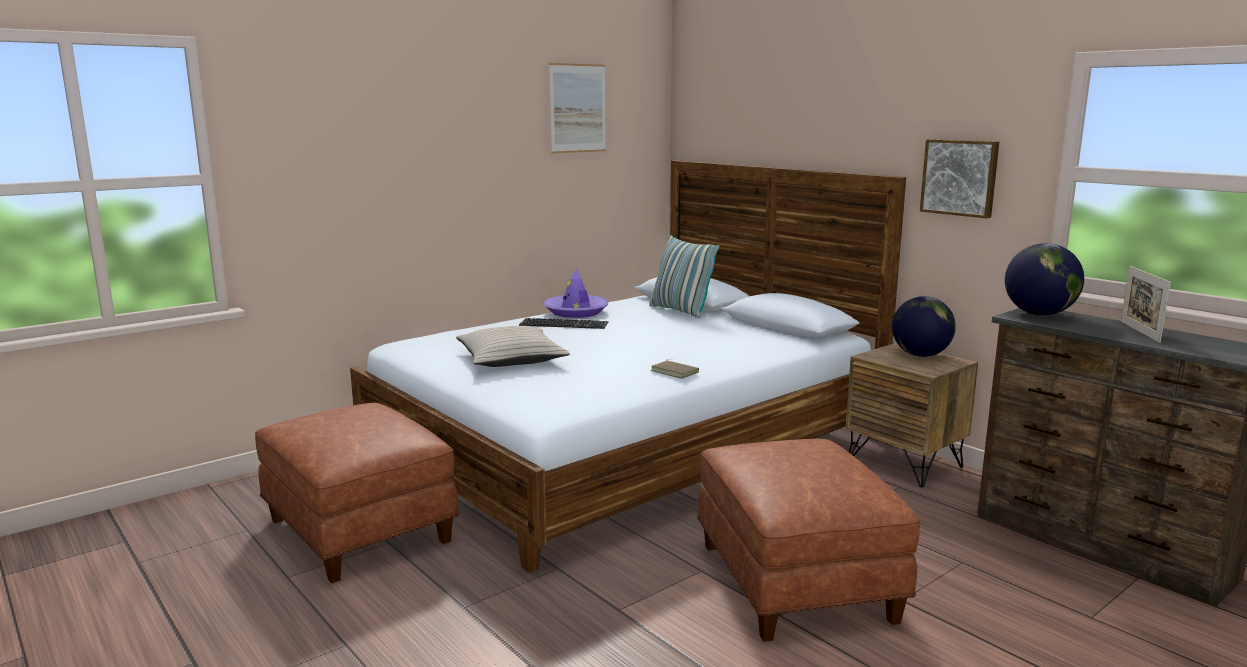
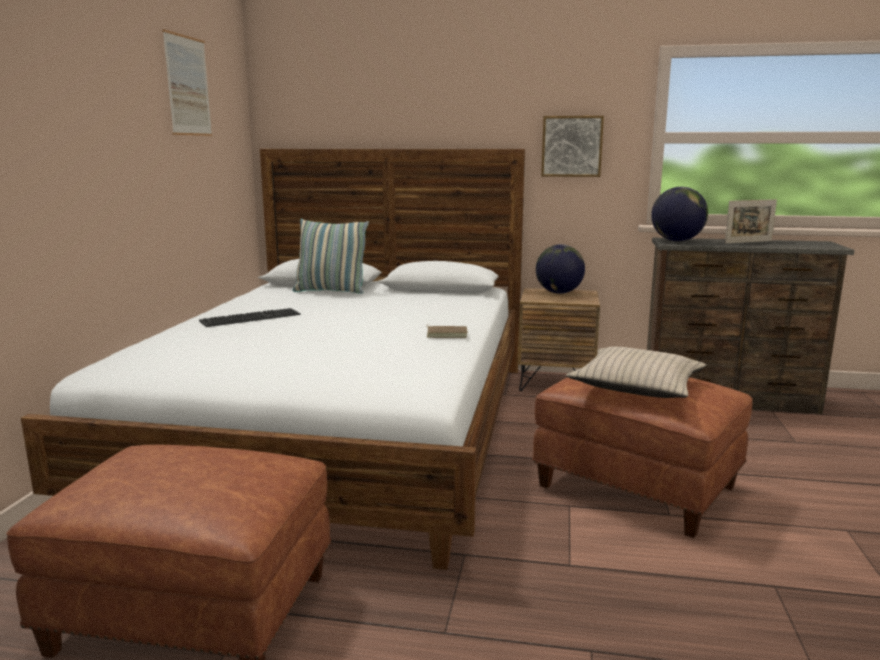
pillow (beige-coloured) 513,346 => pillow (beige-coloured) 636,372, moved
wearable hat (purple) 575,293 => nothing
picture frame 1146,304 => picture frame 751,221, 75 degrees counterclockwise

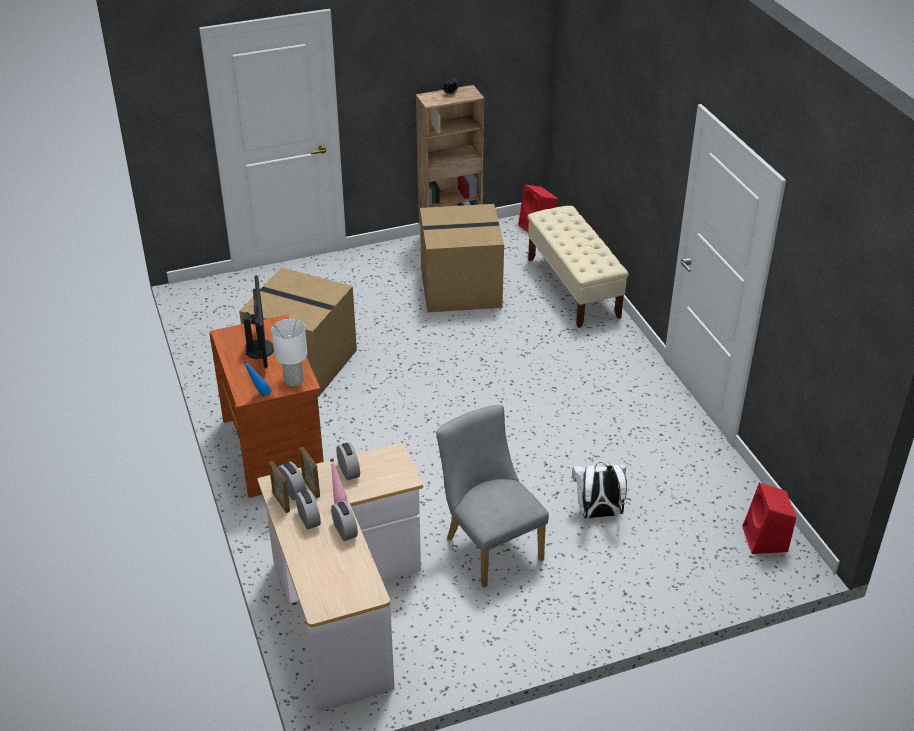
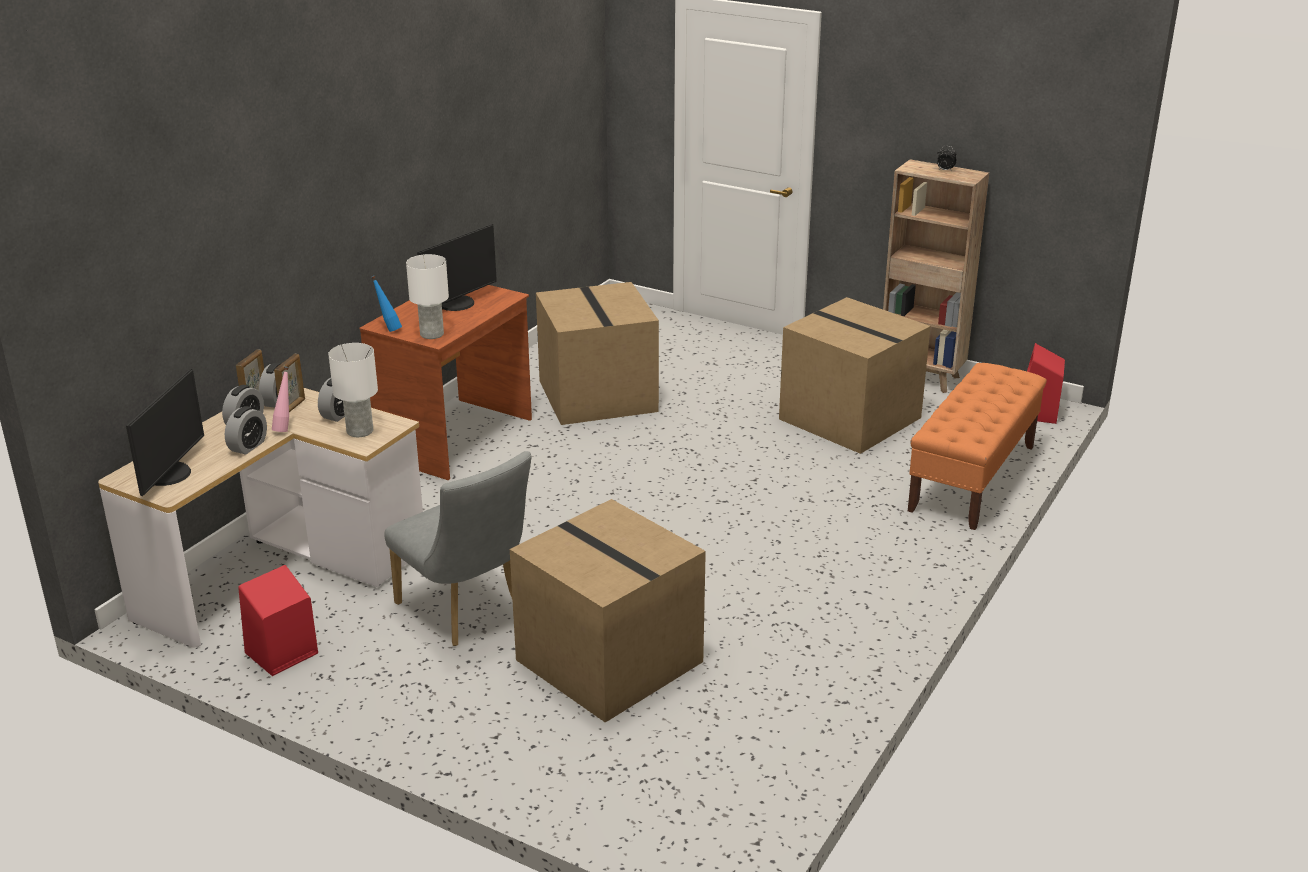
upright chair (gray) 492,496 => upright chair (gray) 457,548, 120 degrees clockwise
indoor bench (beige-coloured) 578,267 => indoor bench (orangey) 977,446
rucksack (white) 599,490 => packing box 608,611
audio speaker (red) 769,518 => audio speaker (red) 278,620, moved
nothing => monitor 165,432
nothing => table lamp (white) 353,390

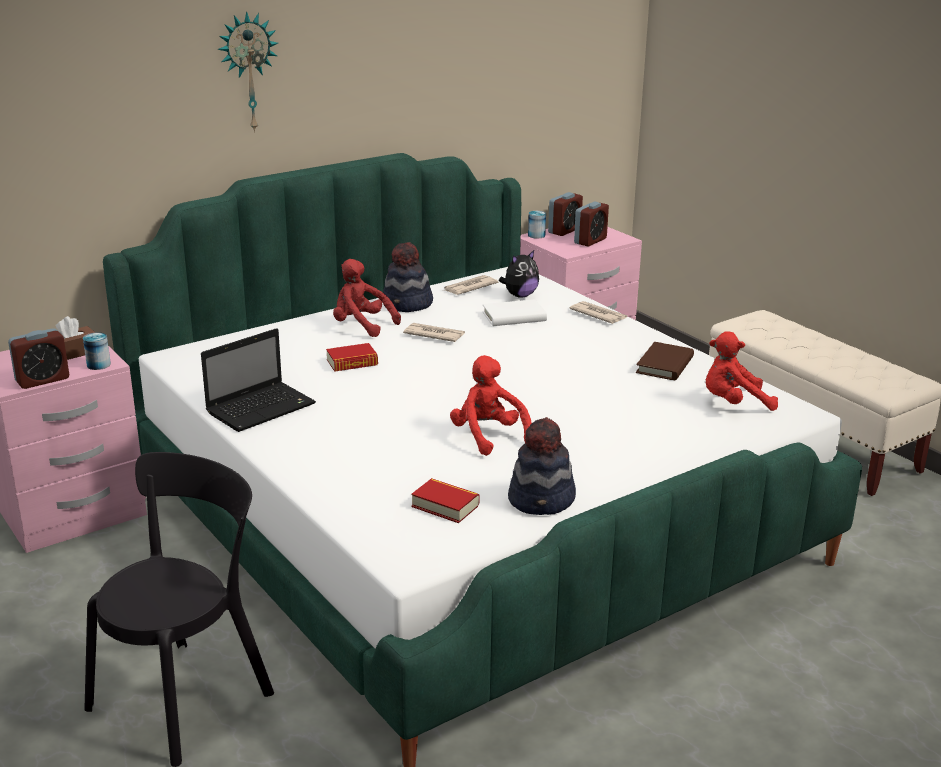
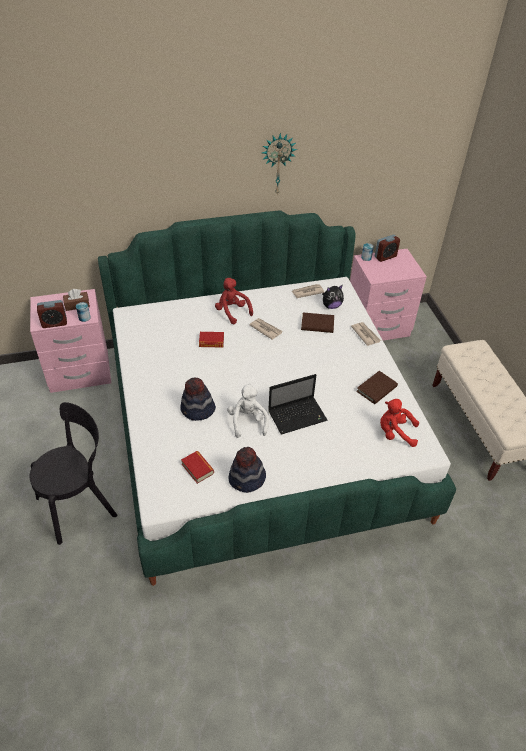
notebook computer 258,380 => notebook computer 297,404, moved
hanging clock 248,72 => hanging clock 279,163, moved
wearable hat 408,277 => wearable hat 198,399, moved
cuddly toy (red) 490,405 => cuddly toy (white) 248,410
volume (white) 515,312 => volume (brownish) 317,323
bedside clock 591,224 => nothing

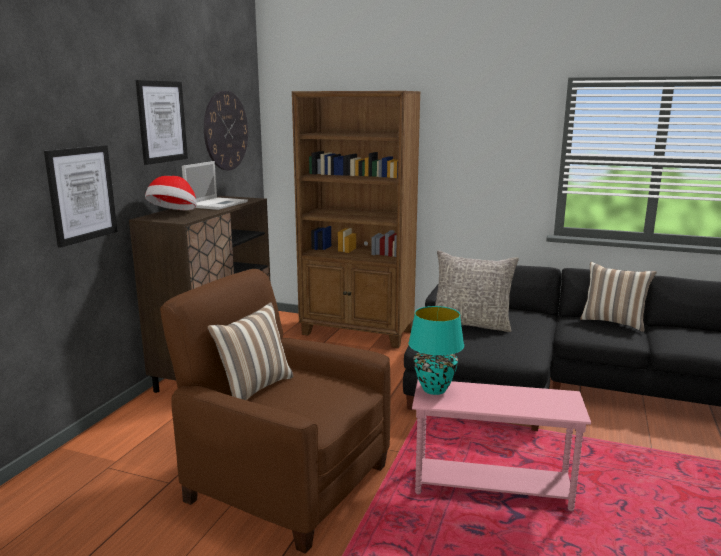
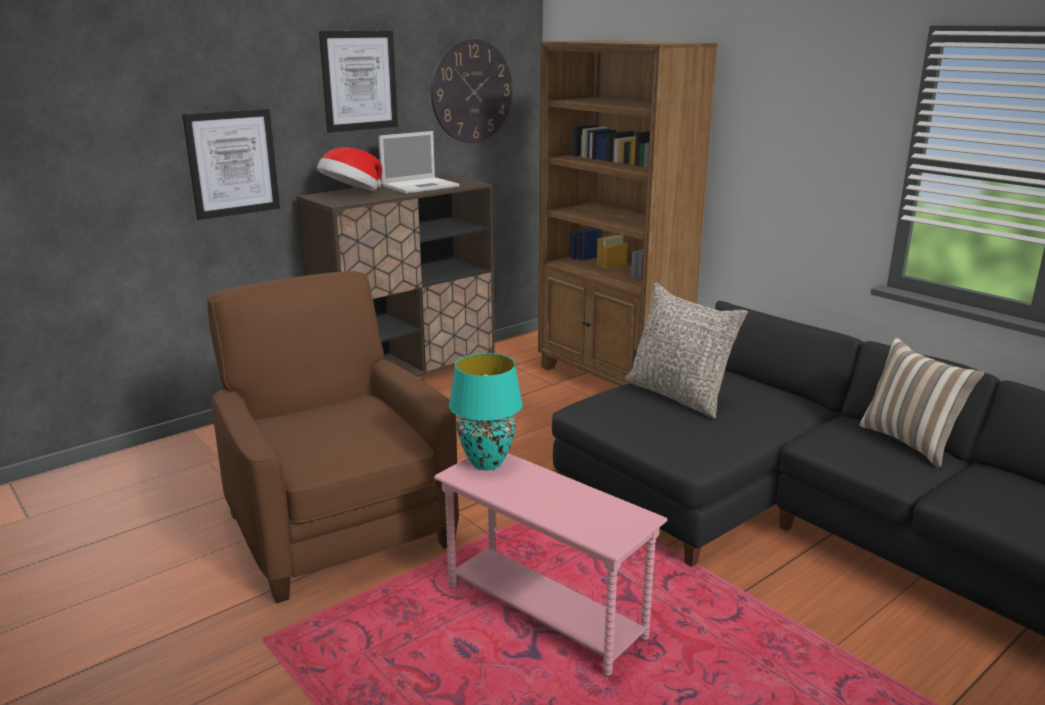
pillow 250,351 => nothing

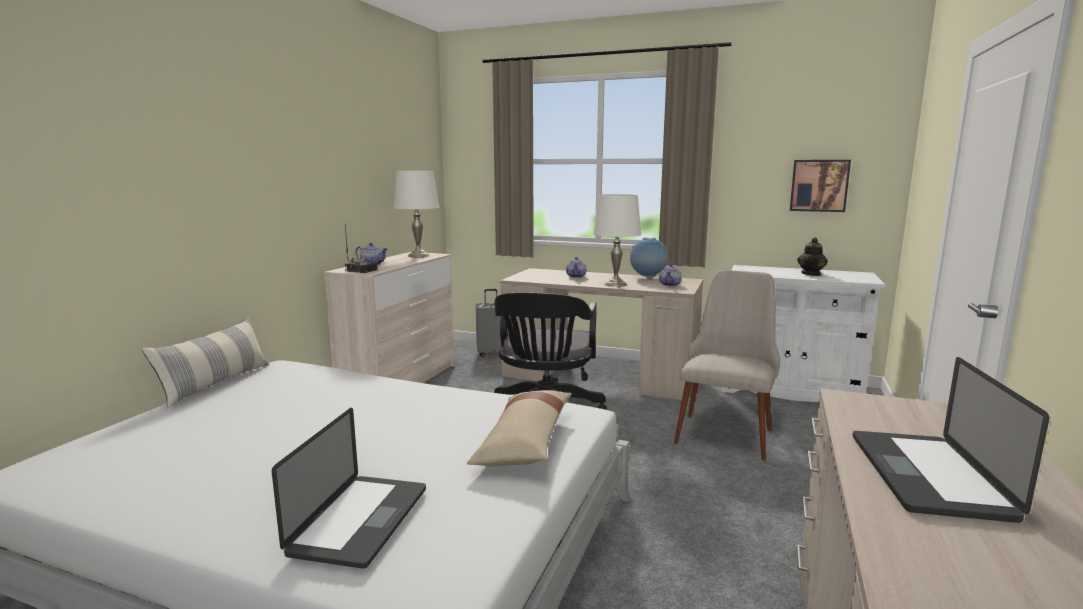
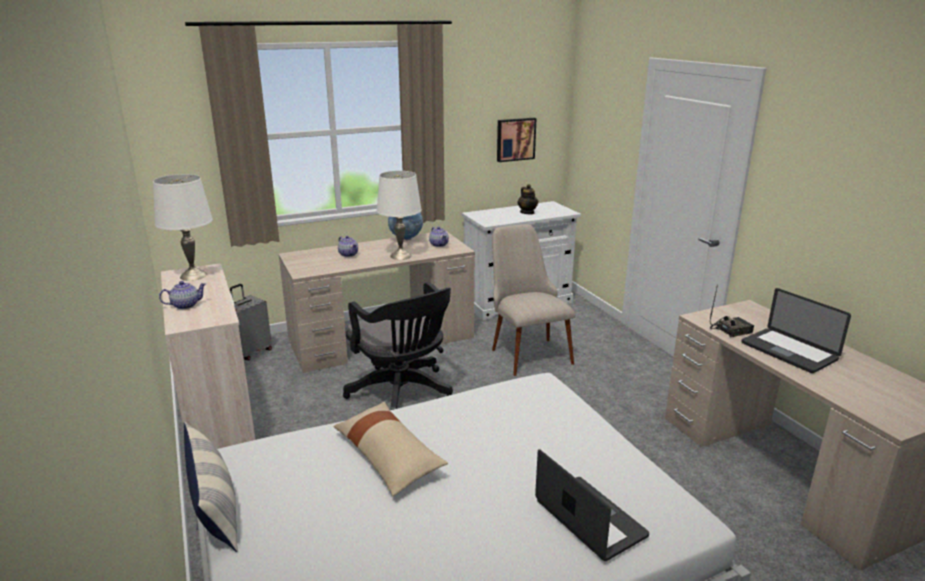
radio set 361,248 => radio set 732,310, moved
pillow (beige-coloured) 519,428 => pillow (beige-coloured) 390,449, moved

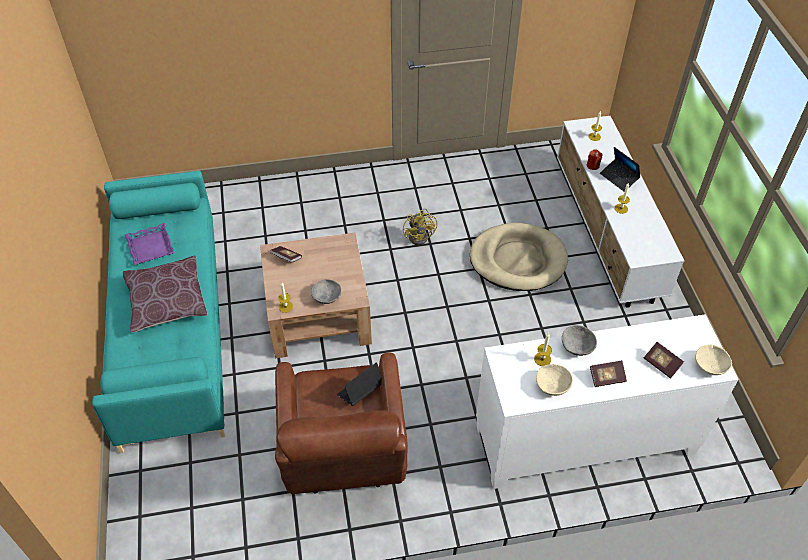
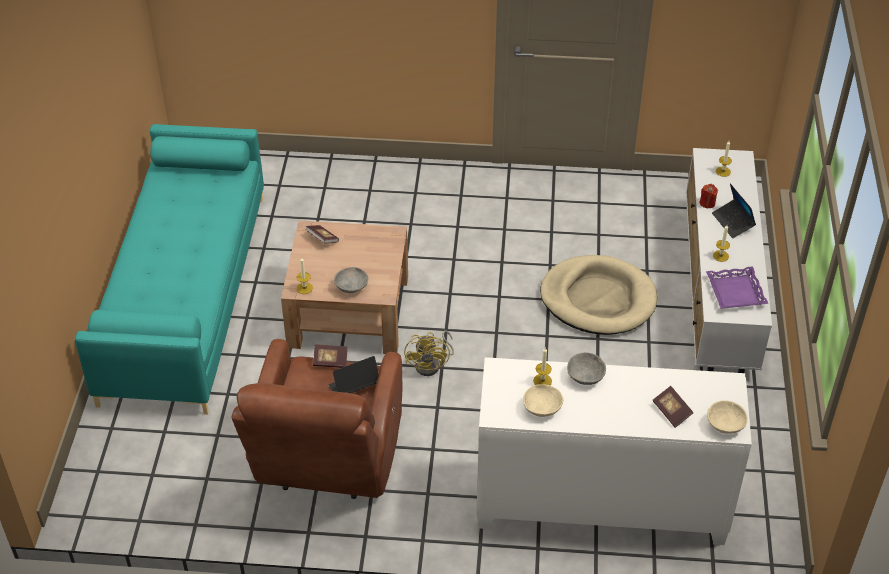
pillow (brownish) 165,294 => nothing
carrying tray (purple) 149,244 => carrying tray (purple) 737,287, moved
fan (yellow) 420,226 => fan (yellow) 429,353, moved
volume 608,373 => volume 330,356, moved

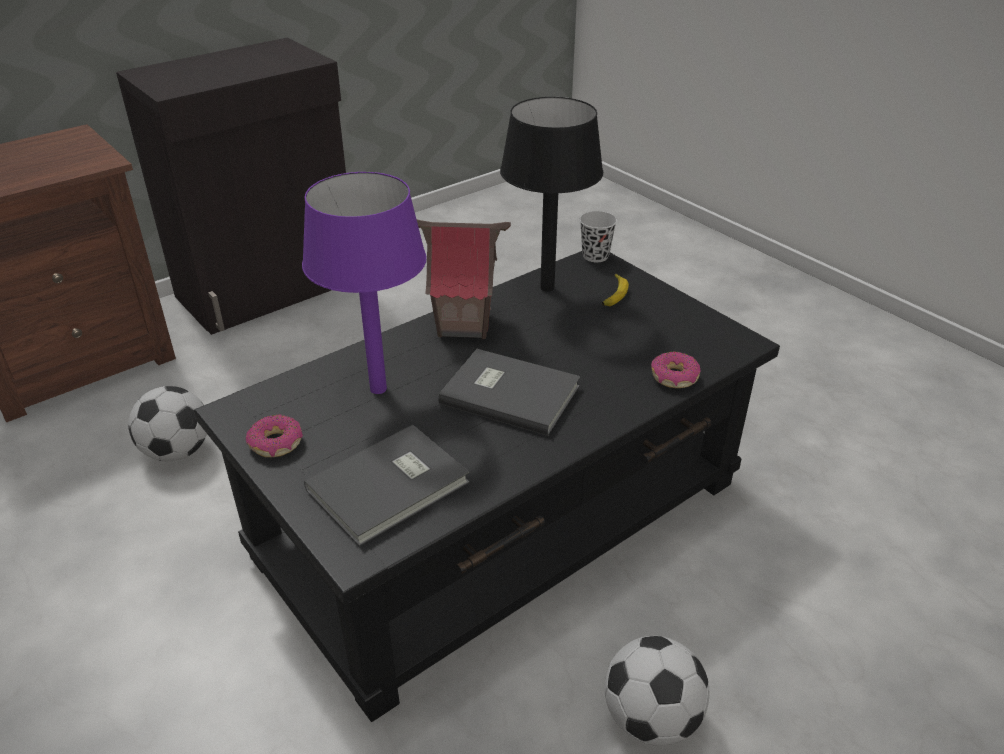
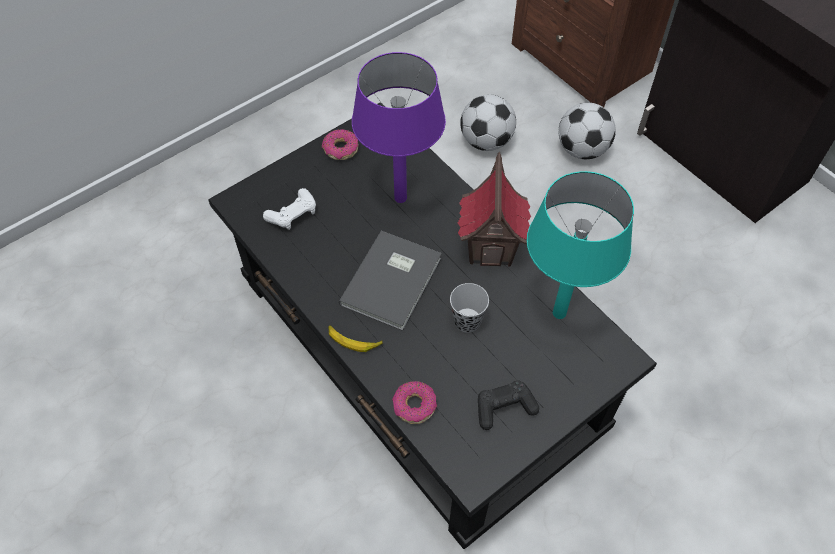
volume (gray) 387,485 => gamepad (white) 289,209
table lamp (black-coloured) 551,194 => table lamp (blue-green) 580,245
small cup (black-coloured) 598,236 => small cup (black-coloured) 469,308, moved
whole banana 615,290 => whole banana 355,338, moved
ball for football 657,690 => ball for football 587,130, moved
nothing => gamepad (black-coloured) 508,405

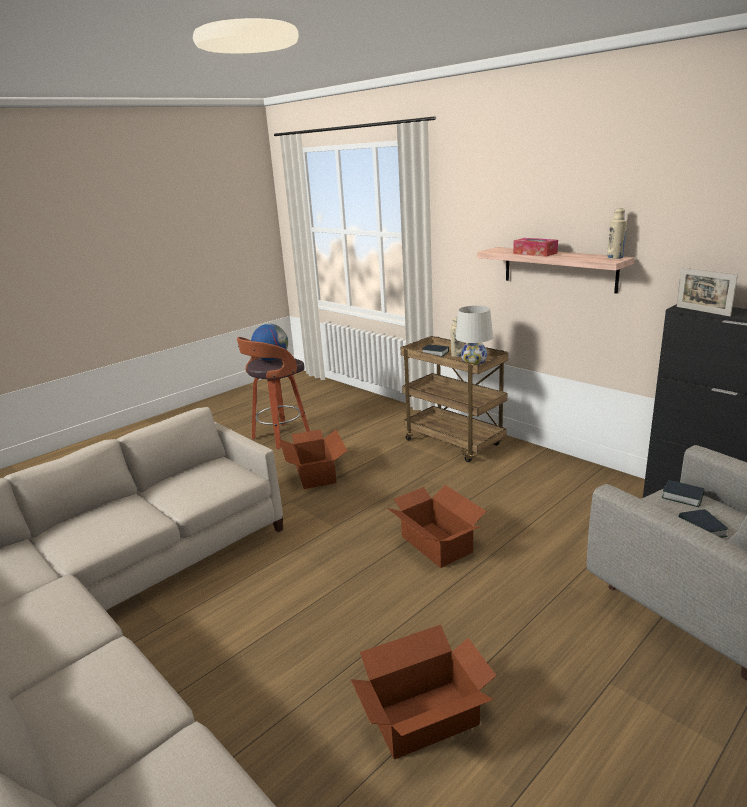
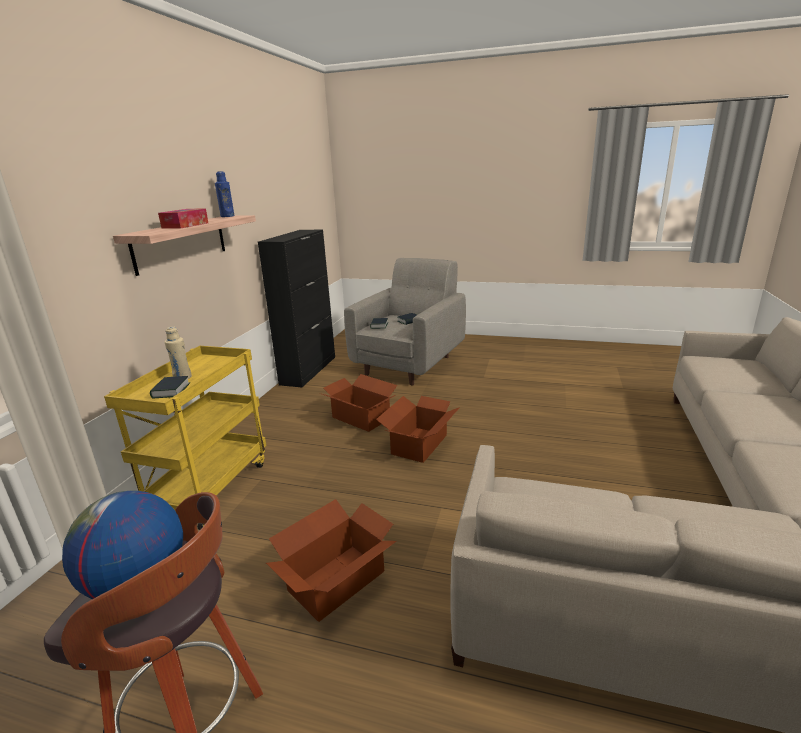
packing box 424,692 => packing box 358,403, moved
wheeled cart (brownish) 454,399 => wheeled cart (yellow) 185,438
table lamp (white) 474,335 => nothing
drink bottle (beige-coloured) 617,233 => drink bottle (blue) 225,194
picture frame 707,292 => nothing

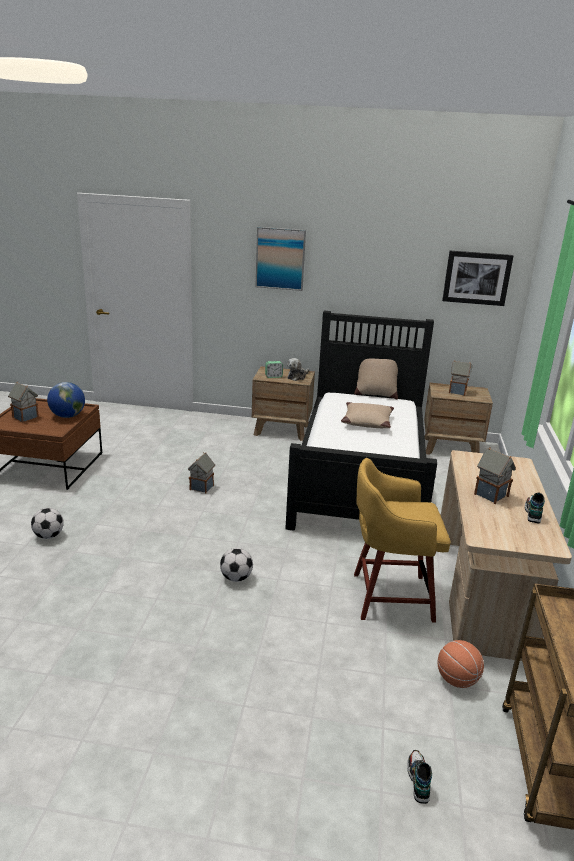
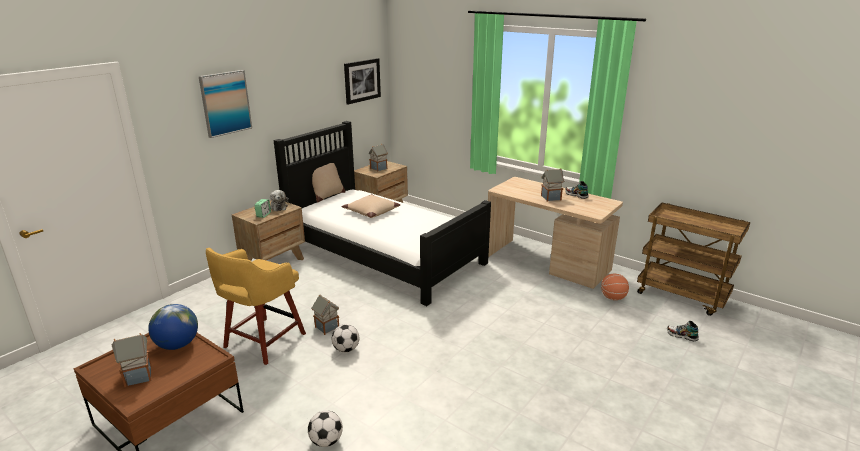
ball for football 236,565 => ball for football 345,338, moved
stool (yellow) 402,540 => stool (yellow) 256,306, moved

